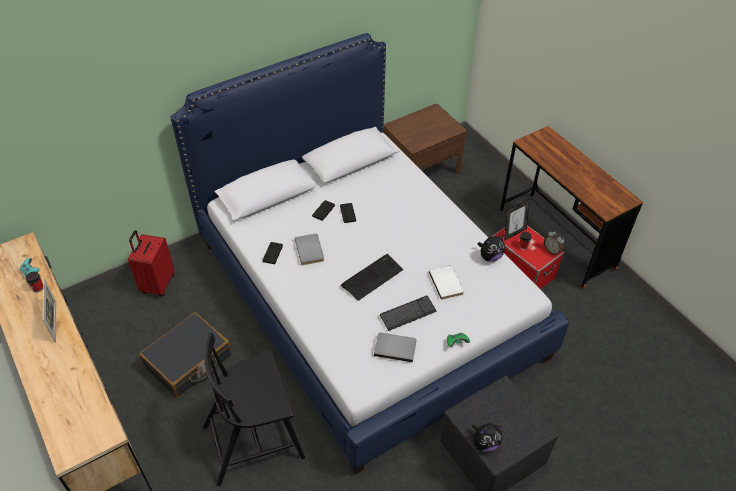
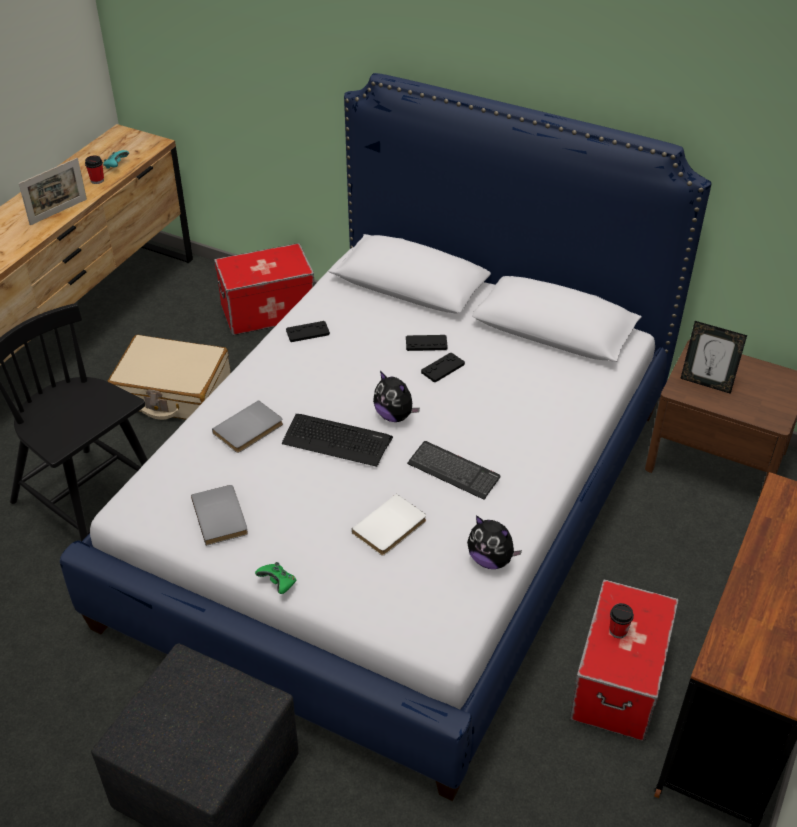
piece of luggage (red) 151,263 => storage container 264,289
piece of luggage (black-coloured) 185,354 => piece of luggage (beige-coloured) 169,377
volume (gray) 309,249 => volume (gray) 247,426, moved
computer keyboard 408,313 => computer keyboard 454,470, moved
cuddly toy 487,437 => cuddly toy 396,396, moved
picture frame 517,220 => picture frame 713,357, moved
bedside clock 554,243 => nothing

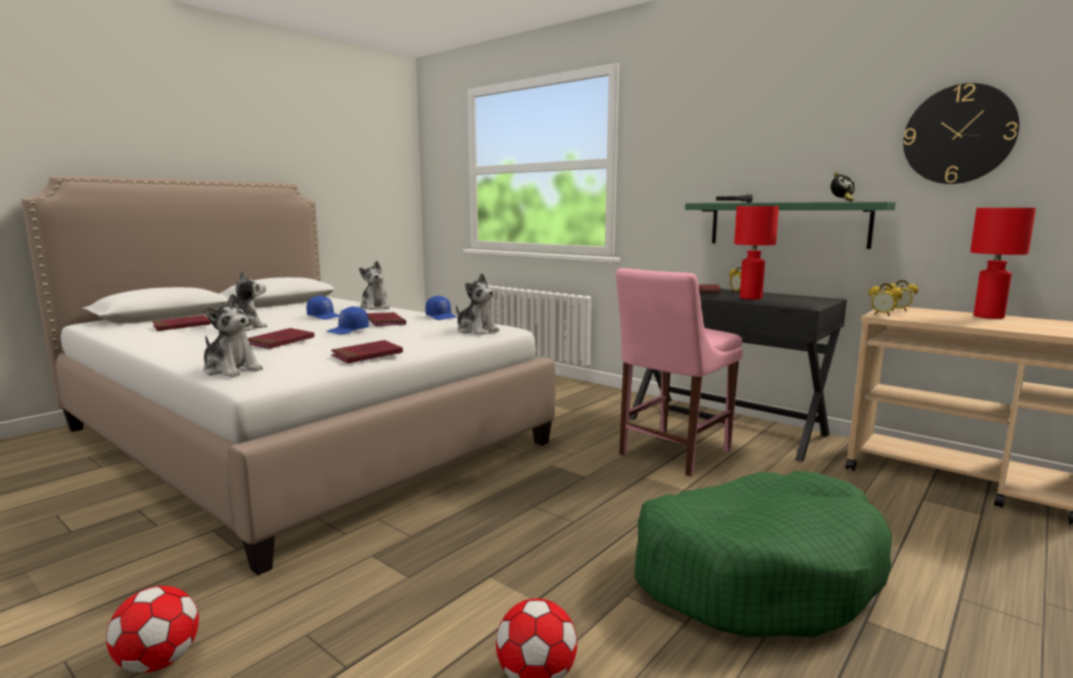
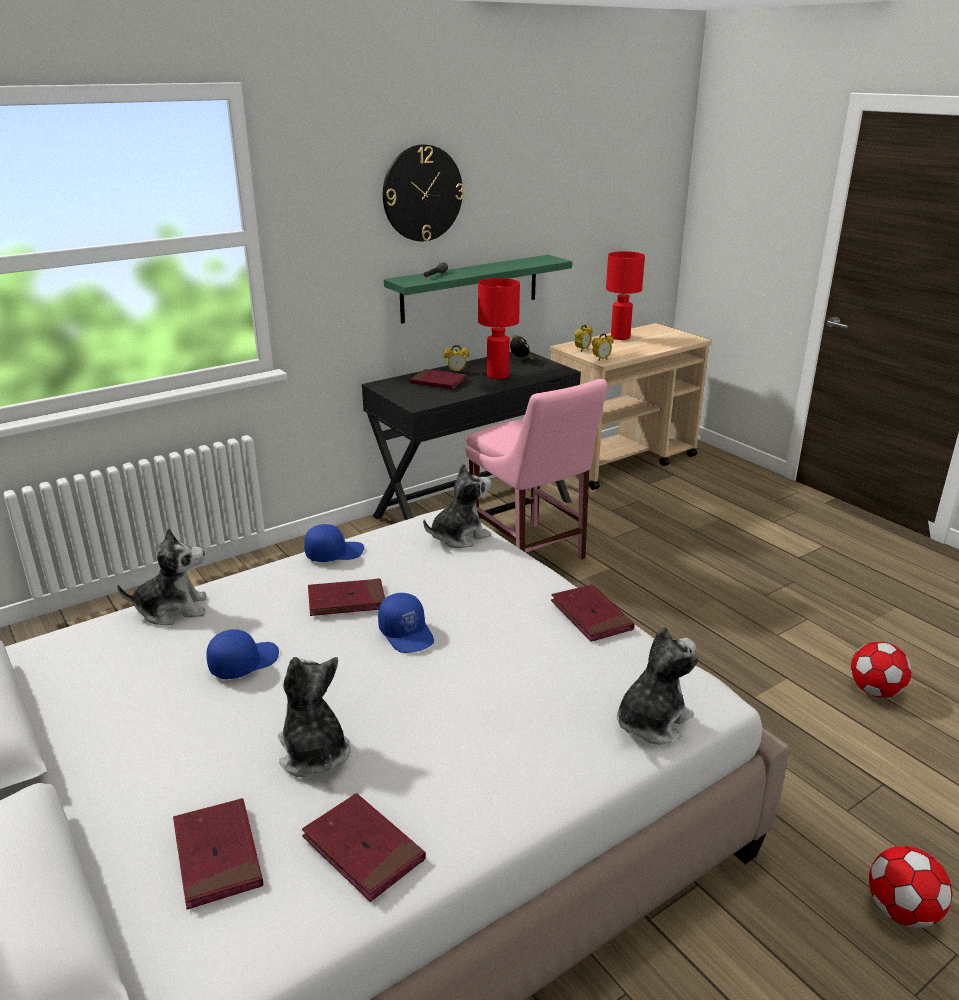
volume (red) 281,338 => volume (red) 364,847, moved
dog bed (green) 763,554 => nothing
bedside clock 843,187 => bedside clock 522,348, moved
hanging clock 961,133 => hanging clock 423,193, moved

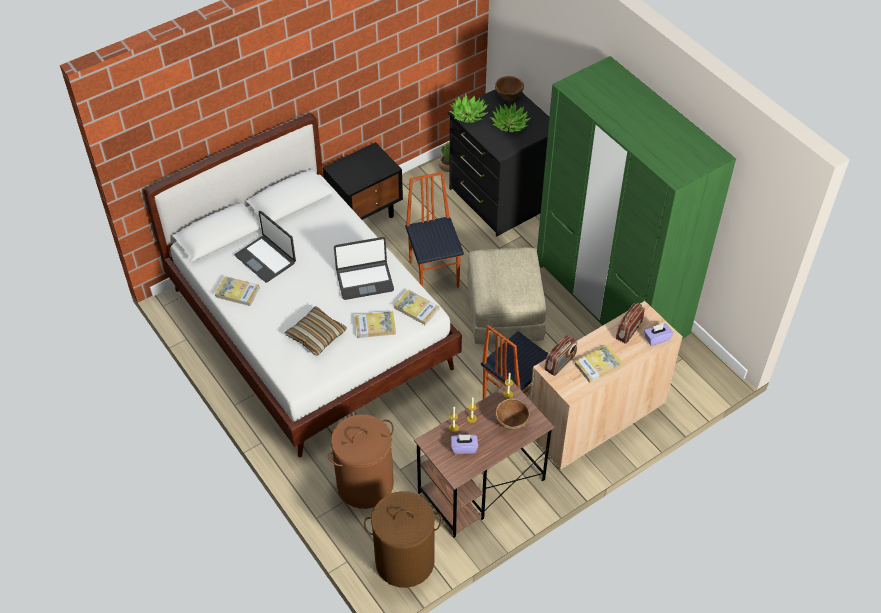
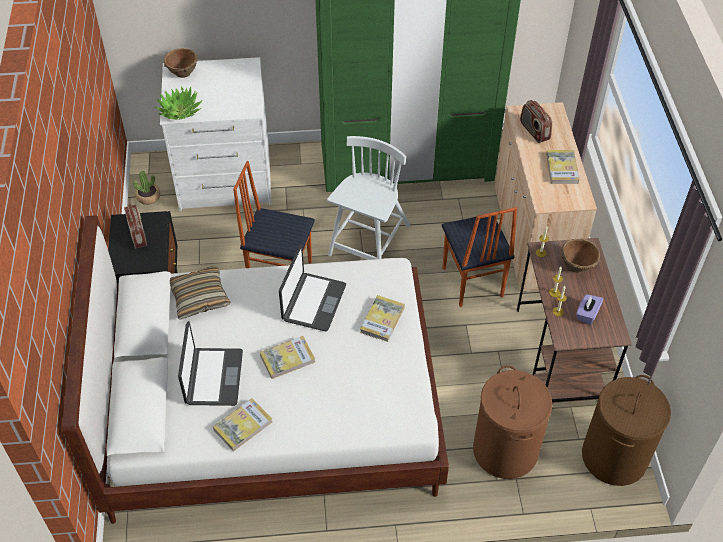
notebook computer 265,247 => notebook computer 210,363, 75 degrees counterclockwise
pillow 316,330 => pillow 200,293, moved
volume 416,307 => volume 287,357, moved
drawer chest (black-coloured) 498,163 => drawer chest (white) 216,134
footrest (beige-coloured) 506,296 => upright chair (white) 368,198
plant in a pot 510,117 => nothing
radio set 560,355 => radio set 135,226, moved
box of tissues (purple) 658,334 => nothing

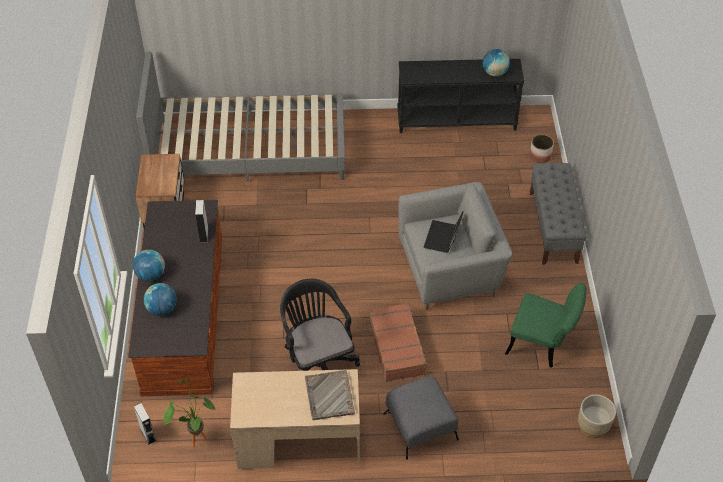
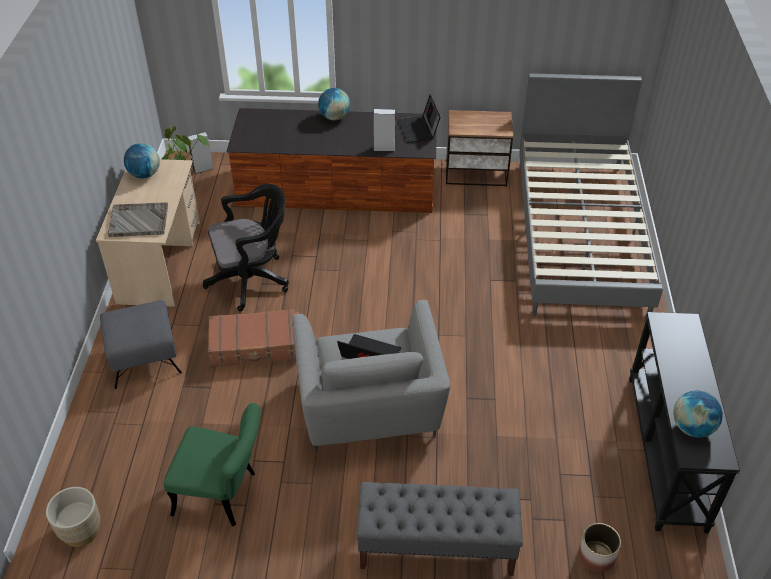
world globe 160,299 => world globe 142,160, moved
upright chair (green) 545,325 => upright chair (green) 212,464, 105 degrees counterclockwise
nothing => notebook computer 419,119

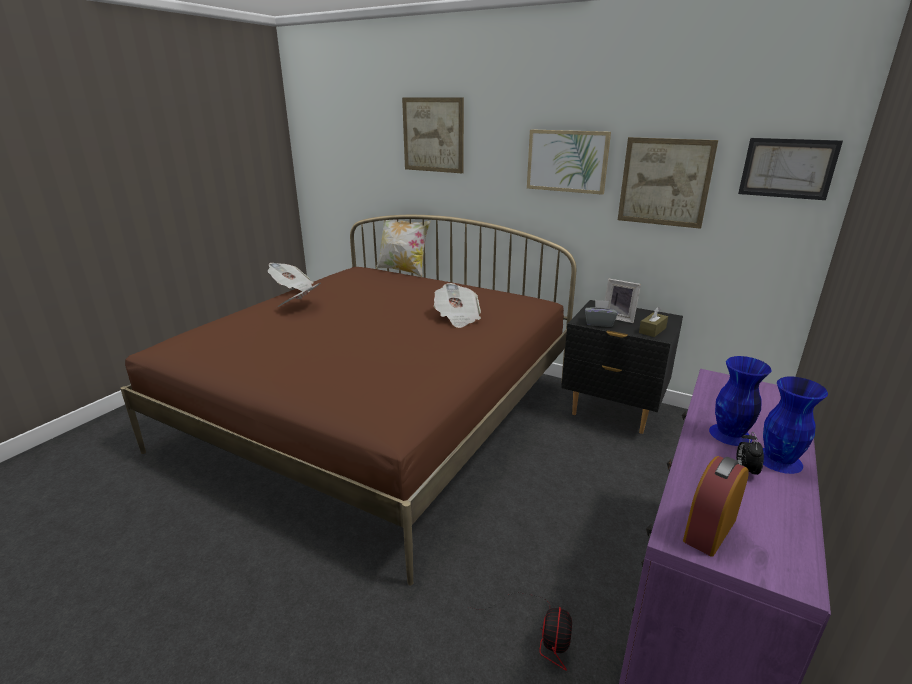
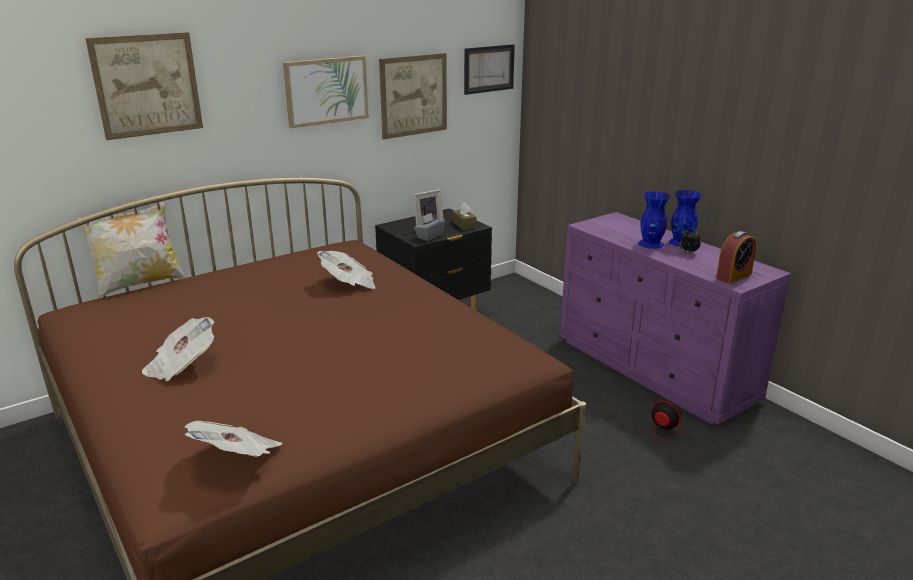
newspaper 290,277 => newspaper 233,439, moved
bedside clock 716,506 => bedside clock 736,257, 105 degrees counterclockwise

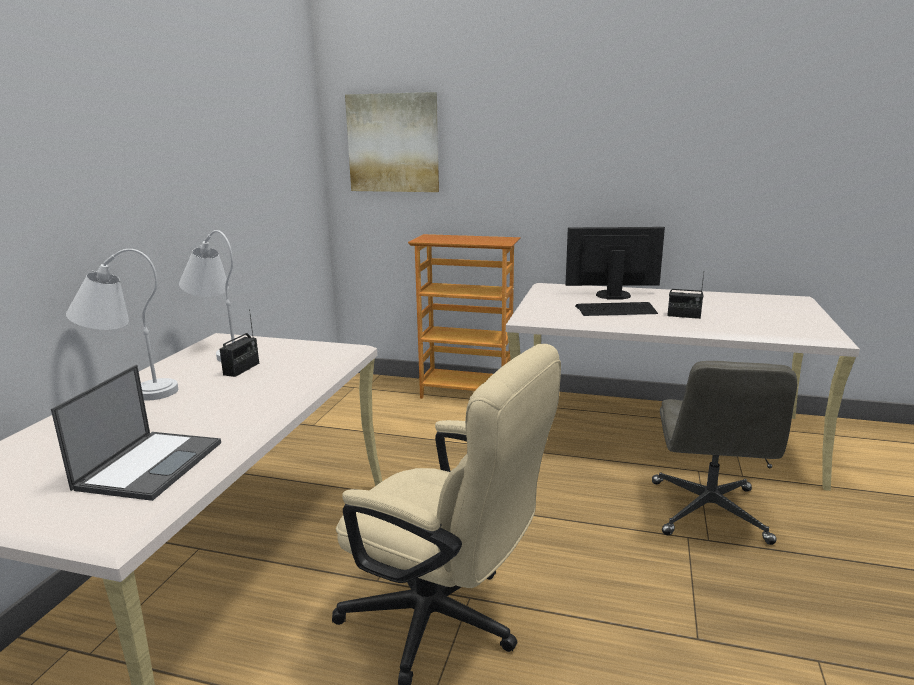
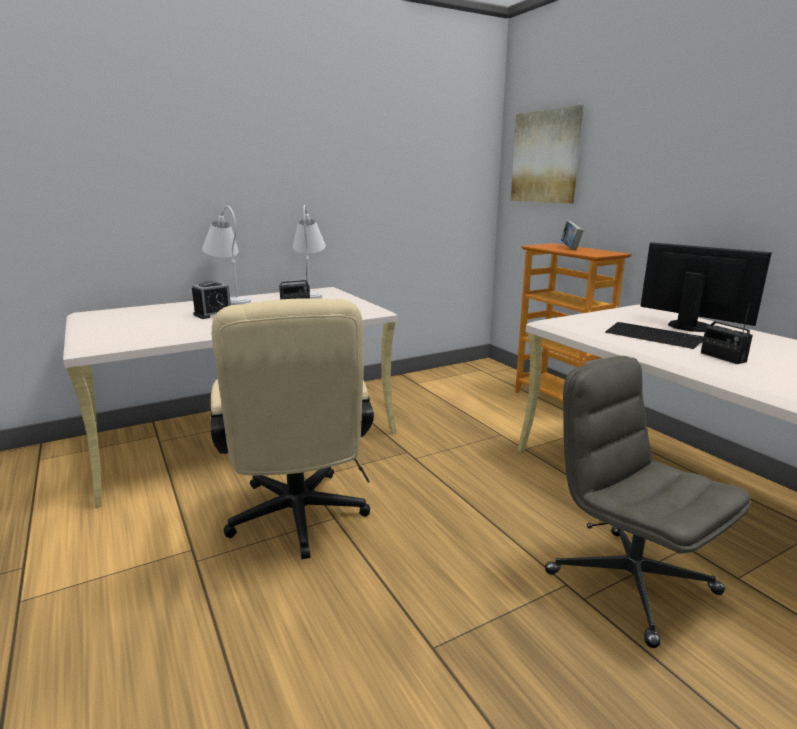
notebook computer 136,433 => nothing
office chair (gray) 724,453 => office chair (gray) 648,502, 90 degrees clockwise
nothing => bedside clock 211,300
nothing => volume 572,235

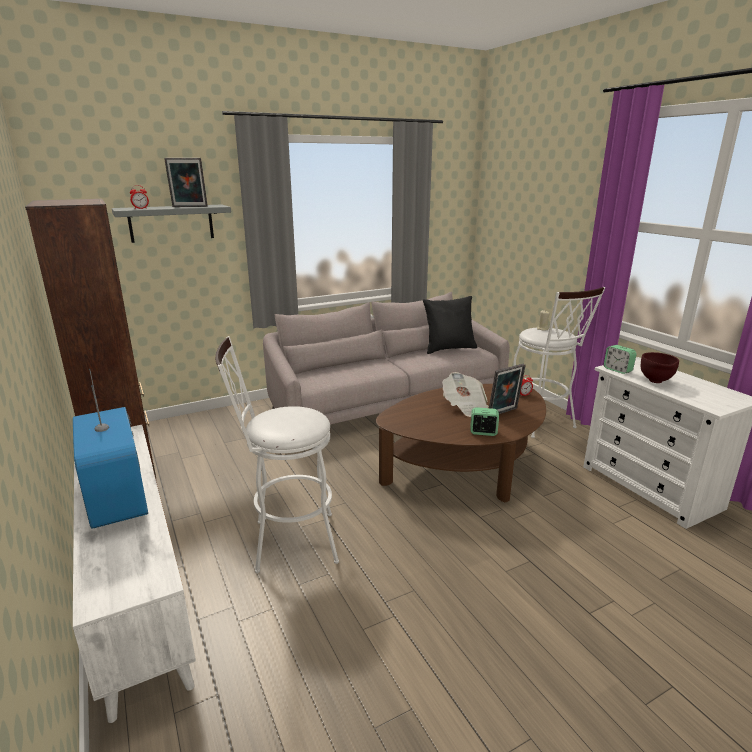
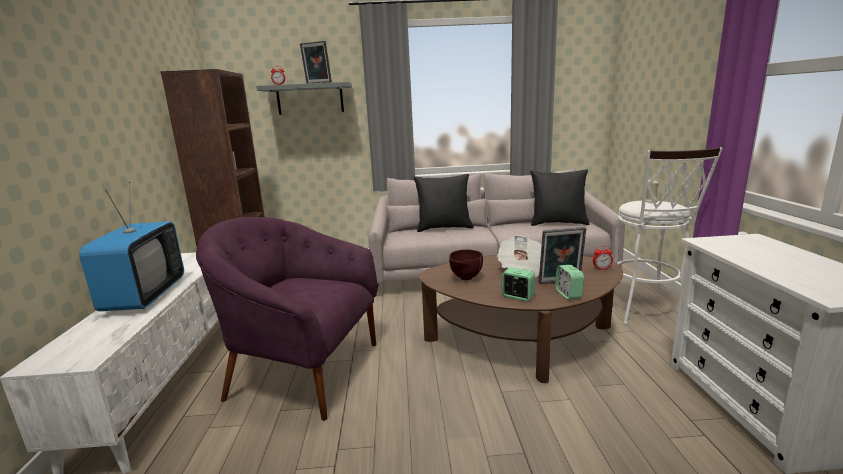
stool (white) 277,454 => lounge chair (purple) 286,319
bedside clock 620,359 => bedside clock 569,282, moved
bowl (brownish) 660,367 => bowl (brownish) 466,264, moved
nothing => pillow (black-coloured) 443,203

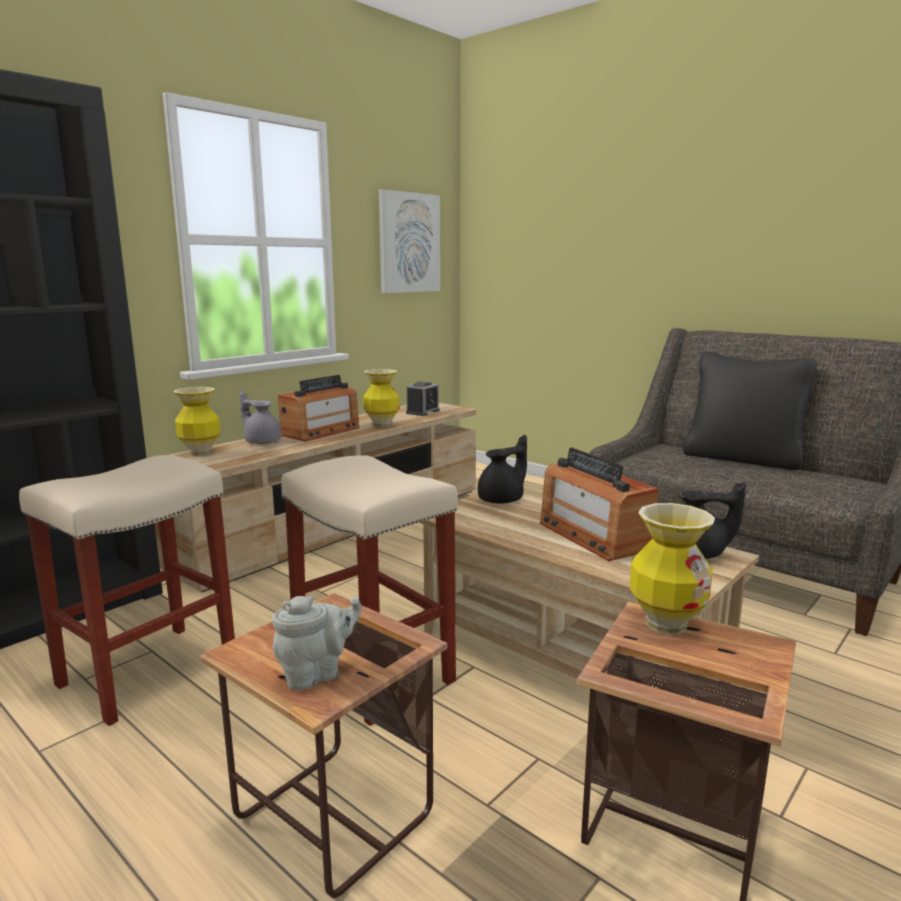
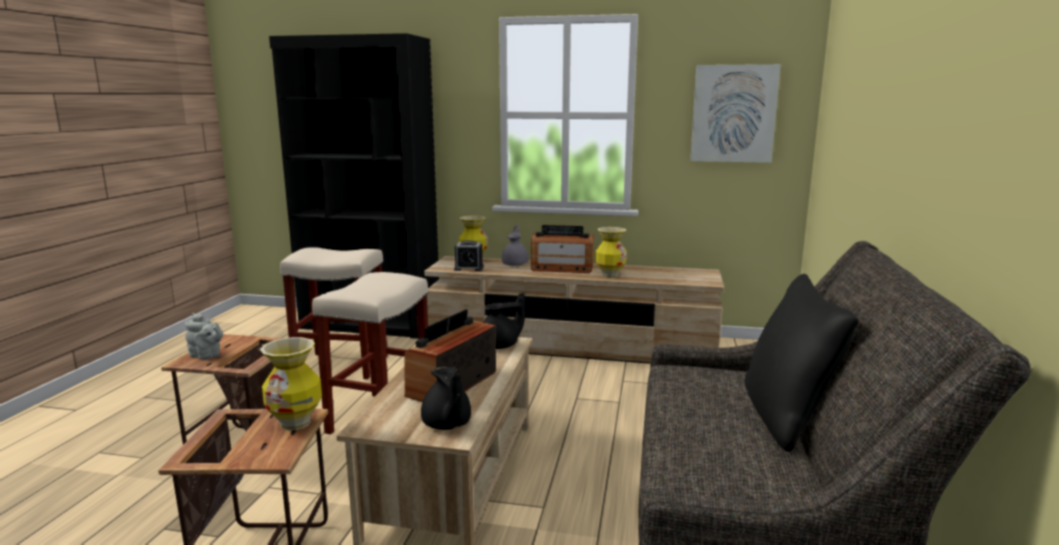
bedside clock 423,398 => bedside clock 469,255, moved
teapot (black-coloured) 502,469 => teapot (black-coloured) 504,321, 45 degrees counterclockwise

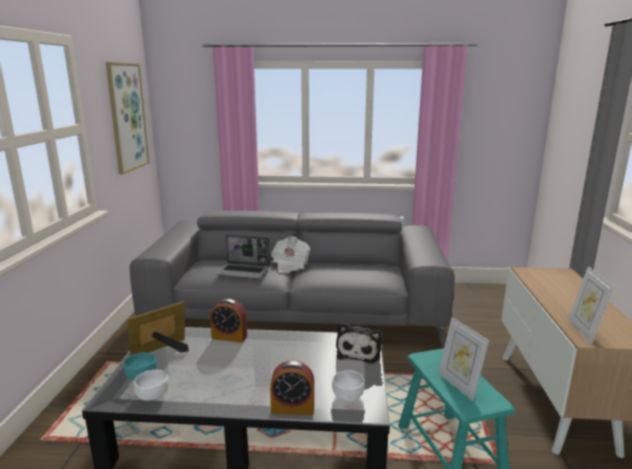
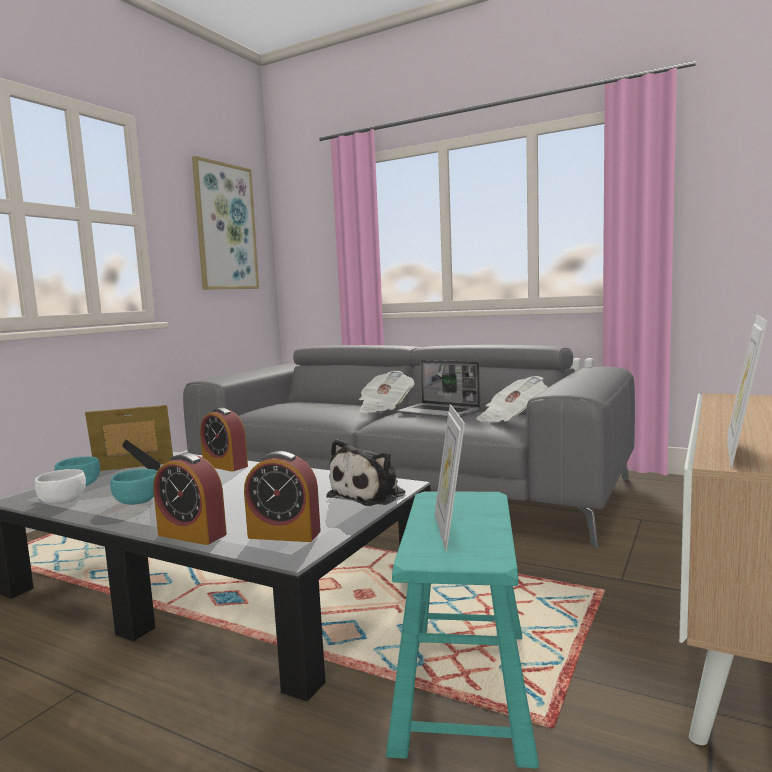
notebook computer 243,256 => notebook computer 438,389, moved
bowl (white) 348,386 => bedside clock 282,496
nothing => bowl (blue-green) 133,487
nothing => newspaper 512,399

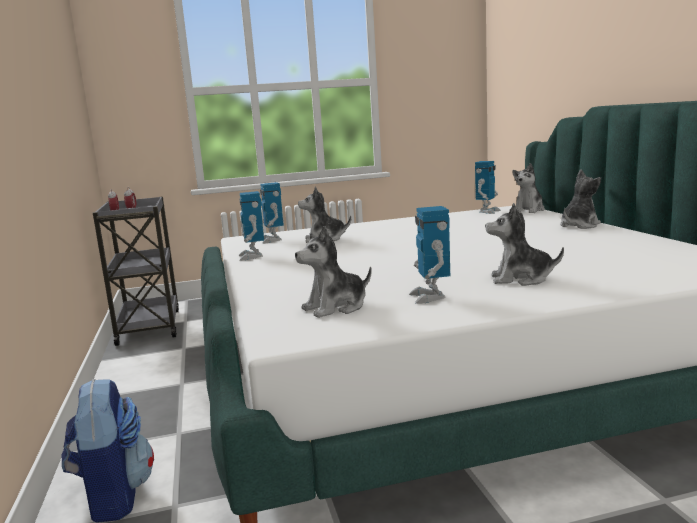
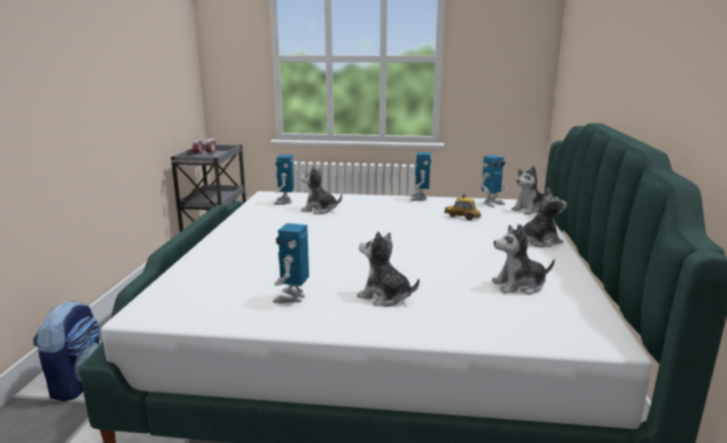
toy robot 251,226 => toy robot 420,176, moved
cuddly toy 333,272 => cuddly toy 523,259, moved
nothing => model car 462,207

